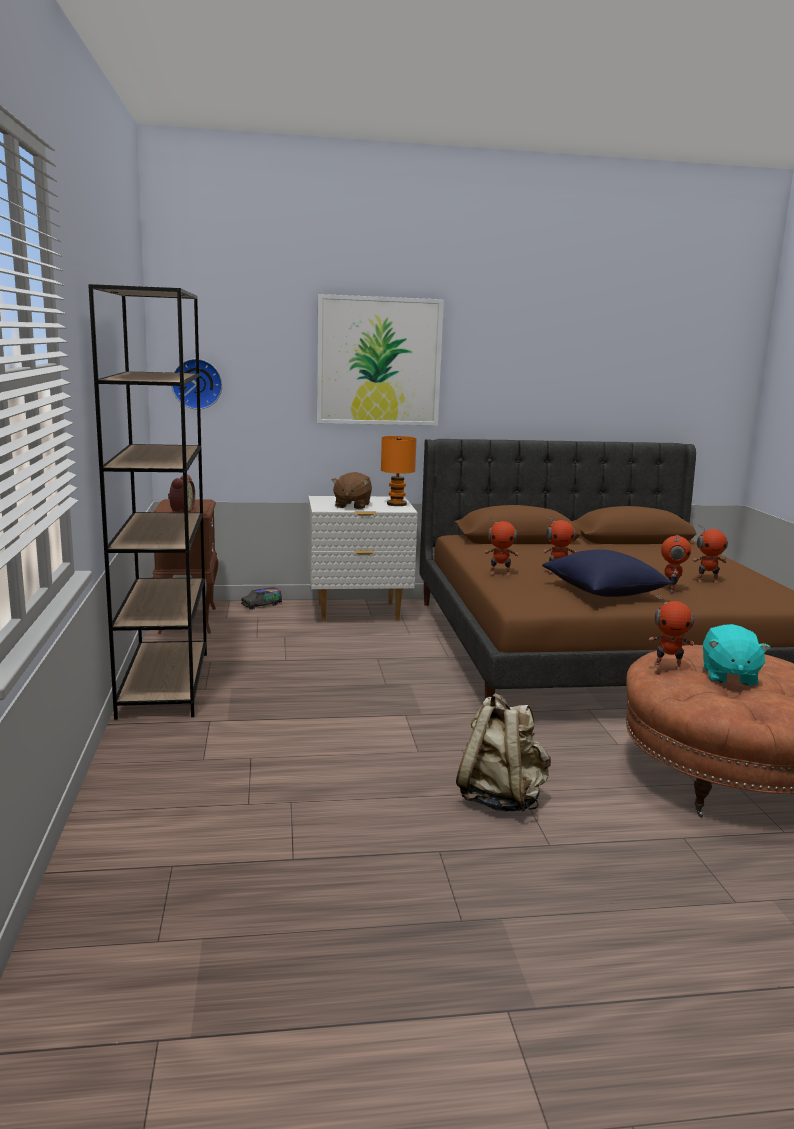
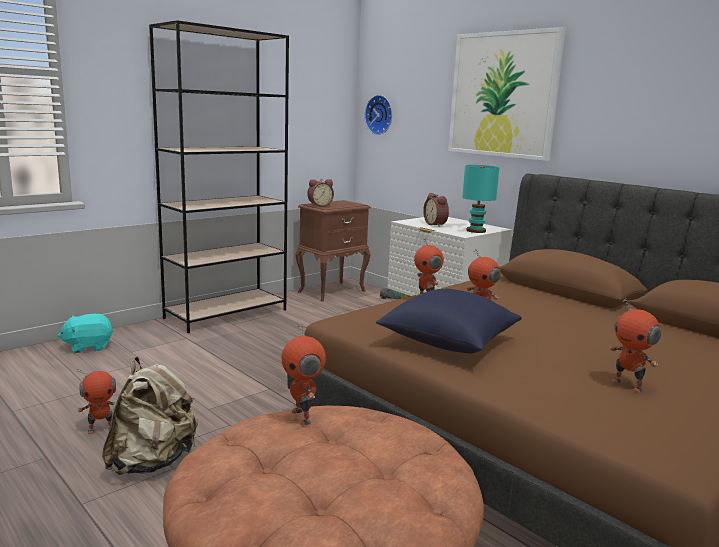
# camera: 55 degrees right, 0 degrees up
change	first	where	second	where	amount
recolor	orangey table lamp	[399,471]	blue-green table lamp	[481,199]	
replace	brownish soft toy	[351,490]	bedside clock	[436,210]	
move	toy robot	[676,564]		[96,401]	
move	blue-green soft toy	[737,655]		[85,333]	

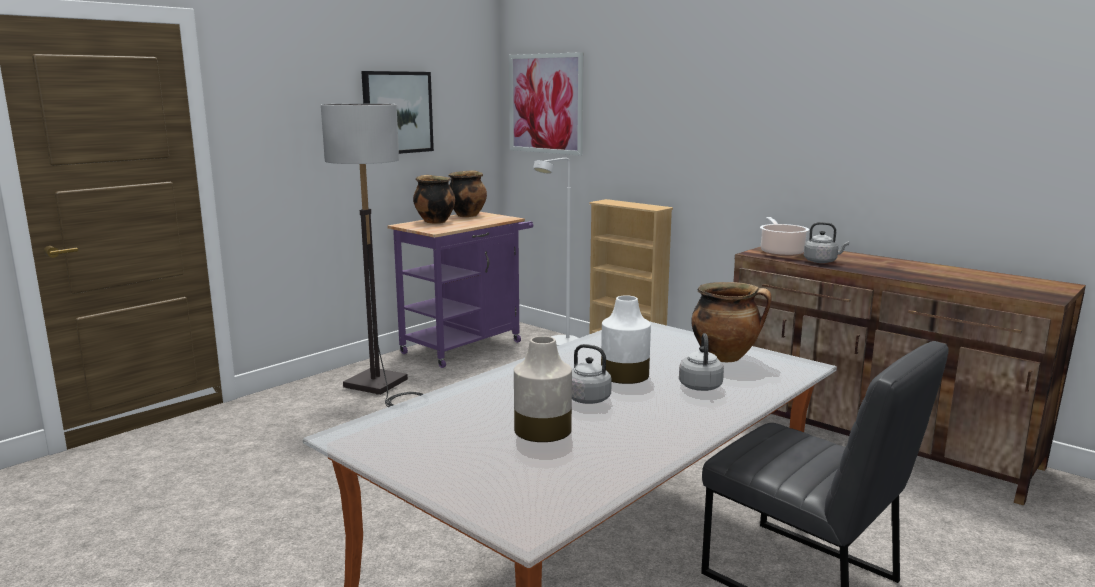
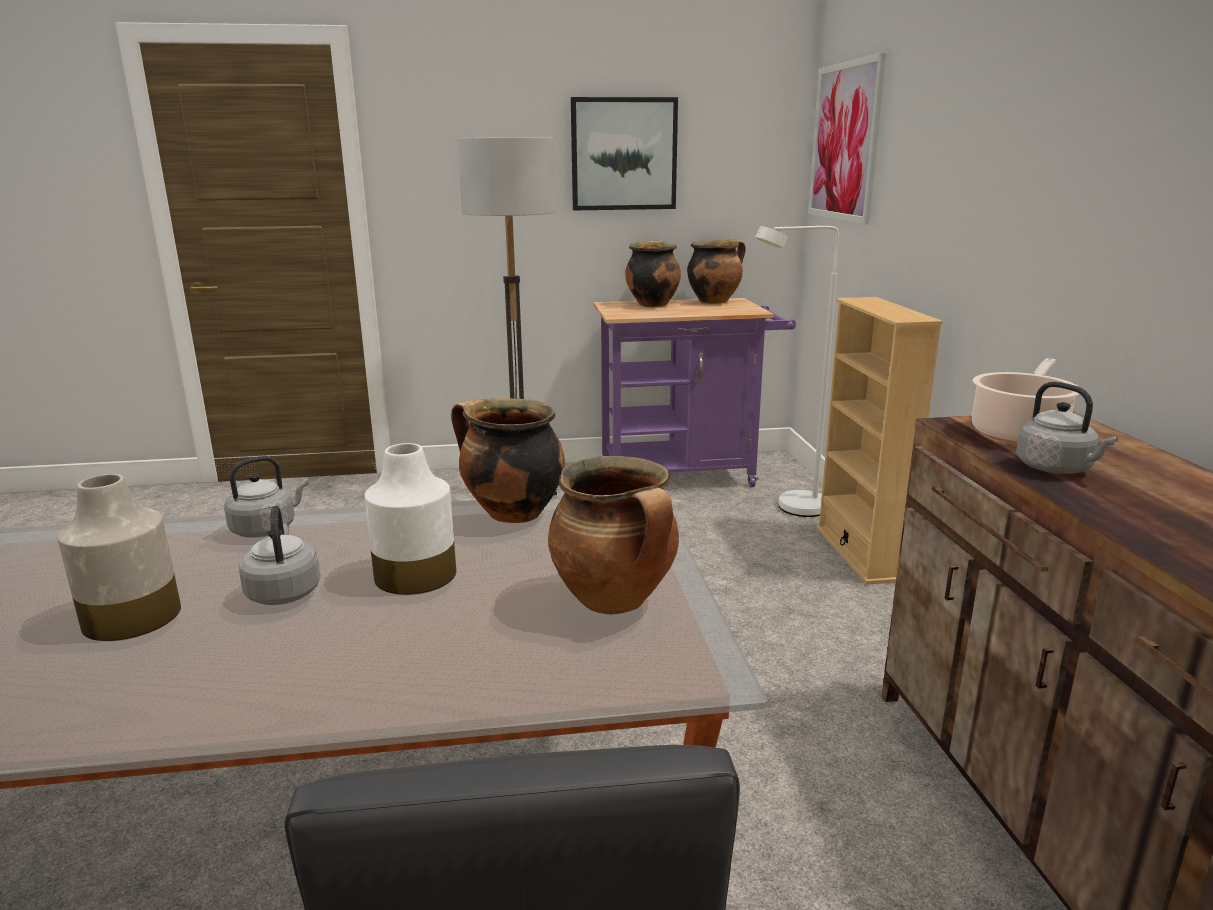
# camera: 40 degrees right, 5 degrees up
change	first	where	second	where	amount
move	grey water kettle	[701,362]		[266,497]	
insert			saucepot	[508,460]	

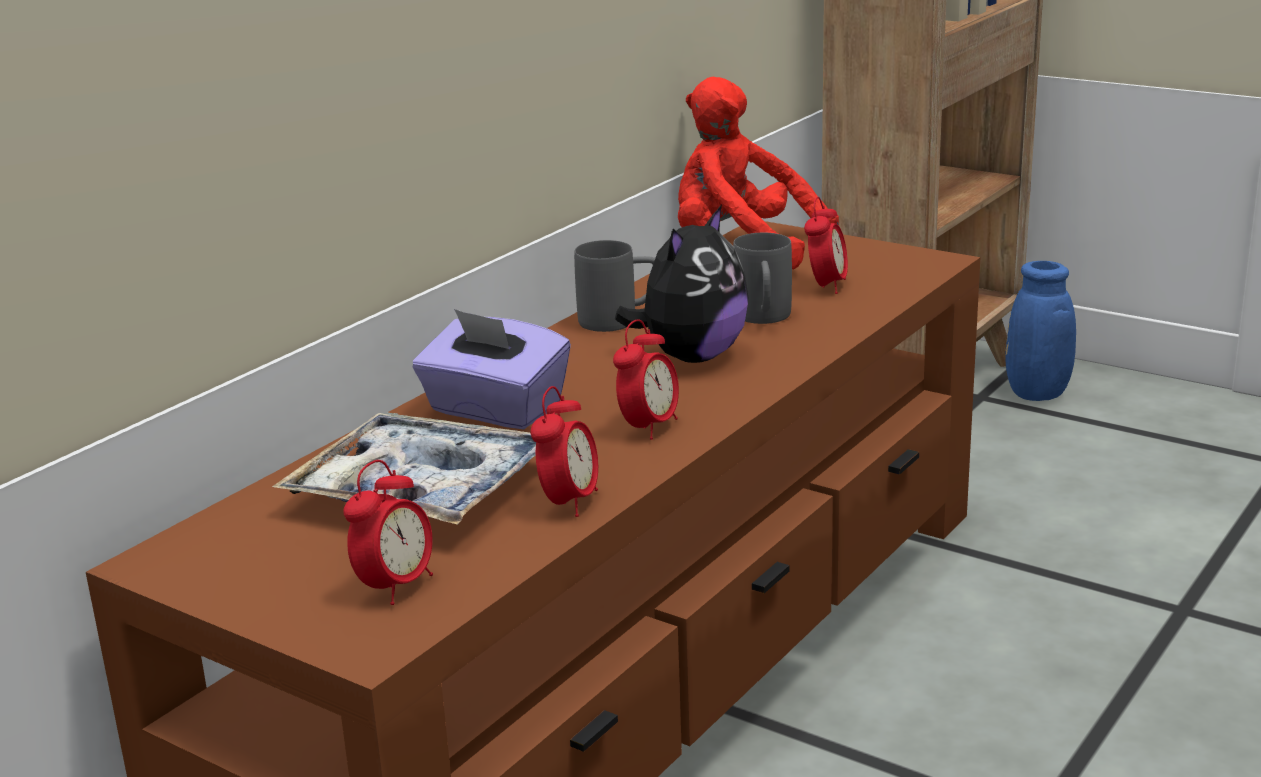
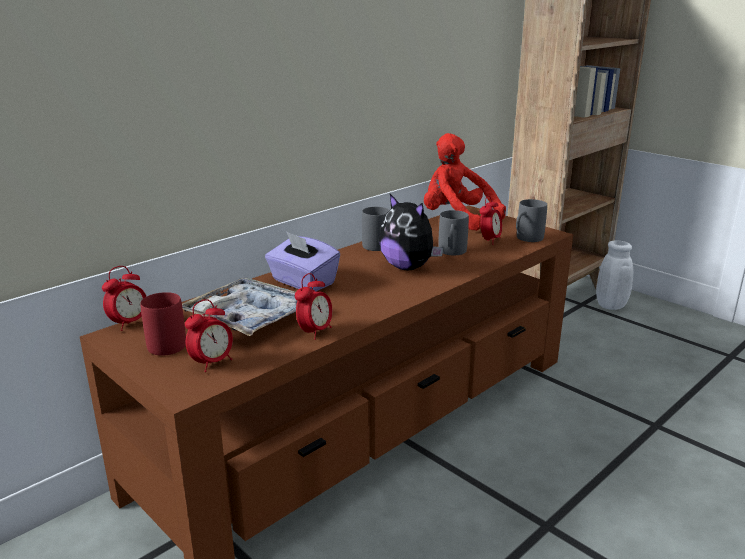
# camera: 10 degrees right, 0 degrees up
change	first	where	second	where	amount
rotate	soft toy	[681,284]		[411,232]	90 degrees clockwise
recolor	blue-coloured decorative vase	[1041,331]	white-coloured decorative vase	[614,275]	
move	bedside clock	[646,379]		[124,298]	
insert			grey coffee mug	[531,220]	
insert			red-coloured coffee mug	[163,324]	

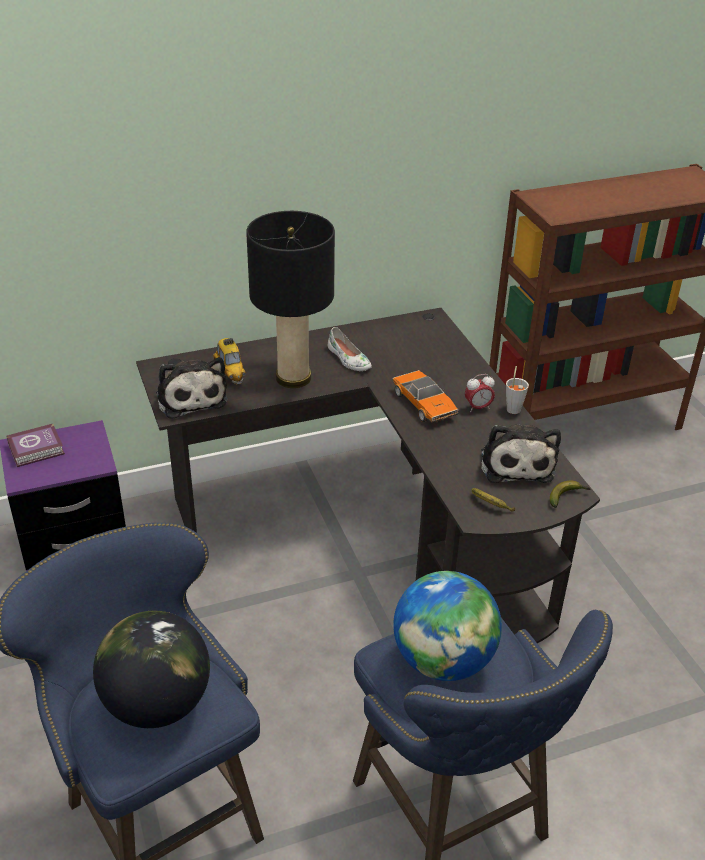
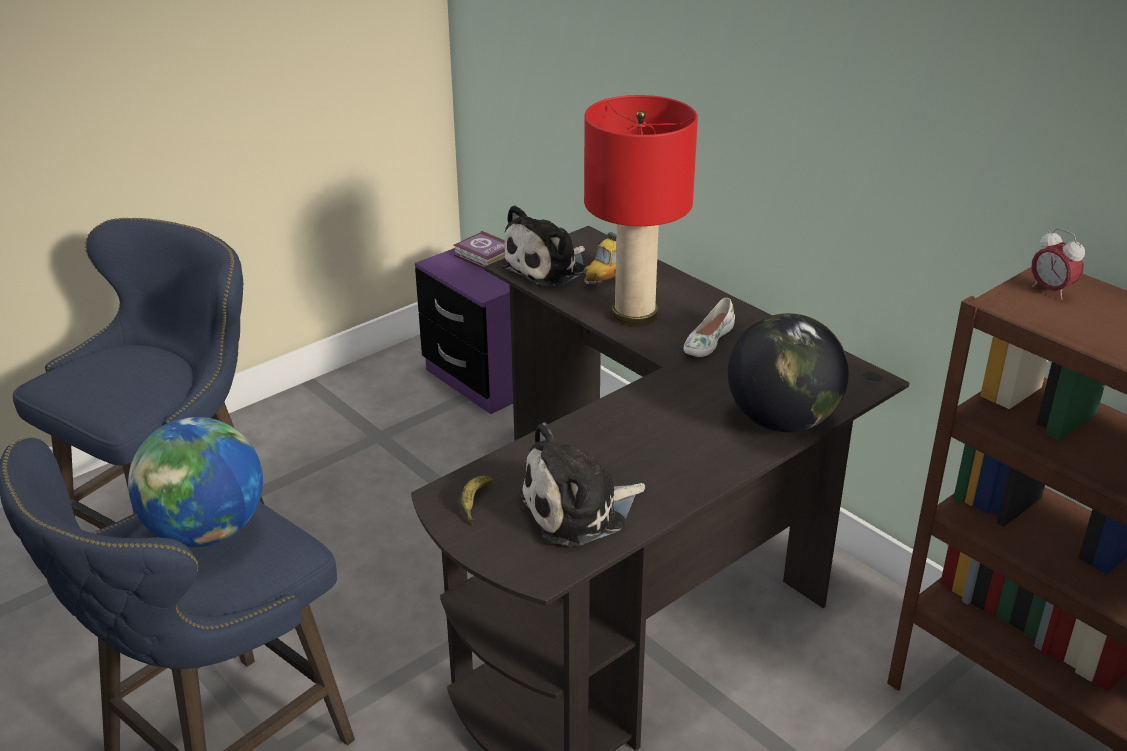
# camera: 70 degrees right, 5 degrees down
change	first	where	second	where	amount
recolor	blackish table lamp	[290,299]	red-coloured table lamp	[641,211]	
delete	grey small cup	[517,390]			
delete	miniature car	[426,396]			
move	bedside clock	[480,393]		[1058,264]	
delete	banana fruit	[570,494]			
move	world globe	[151,669]		[788,372]	

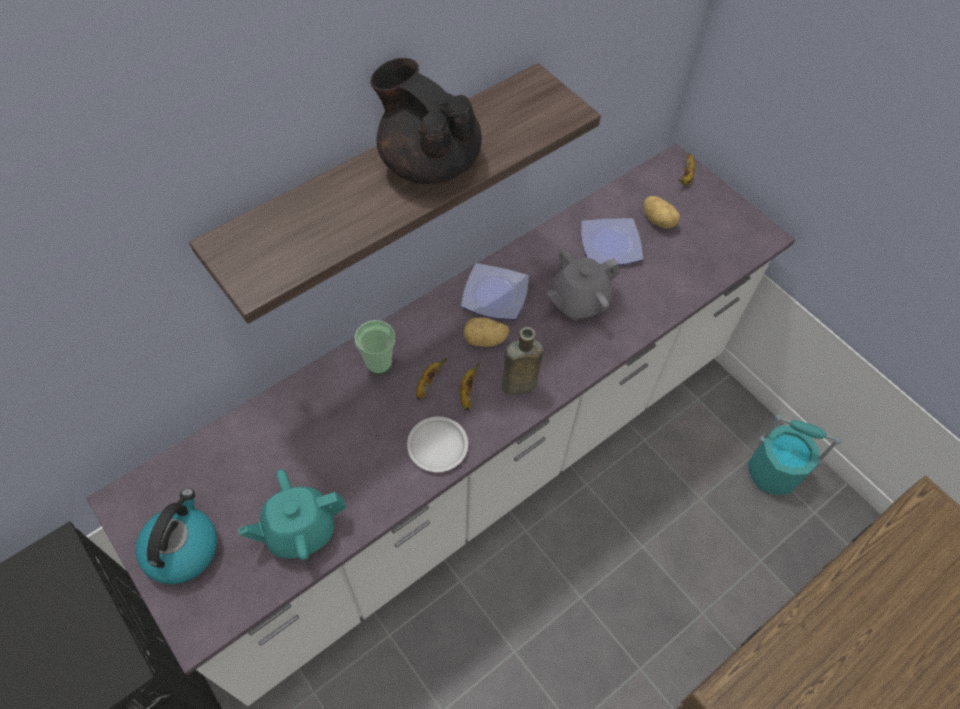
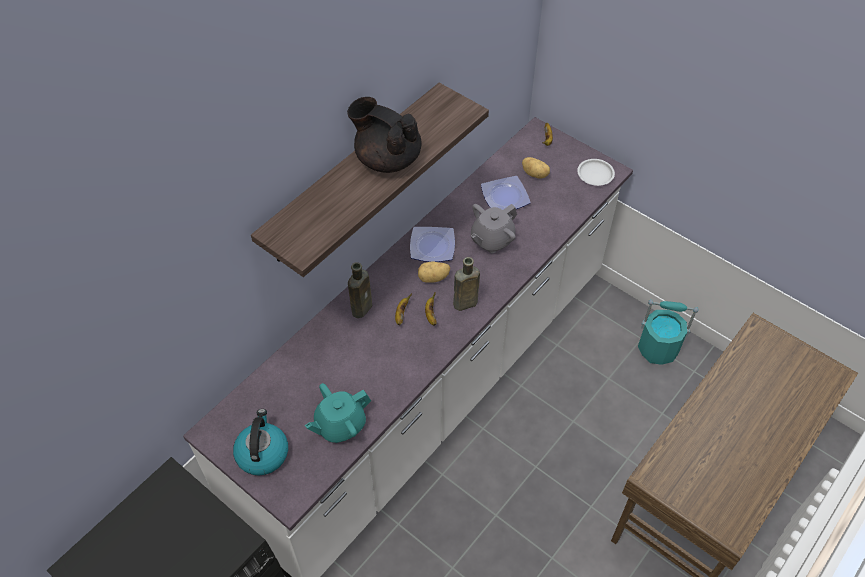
# camera: 10 degrees left, 5 degrees down
change	first	where	second	where	amount
replace	small cup	[375,347]	brownish beverage bottle	[360,290]	
move	white-coloured plate	[437,444]		[596,172]	

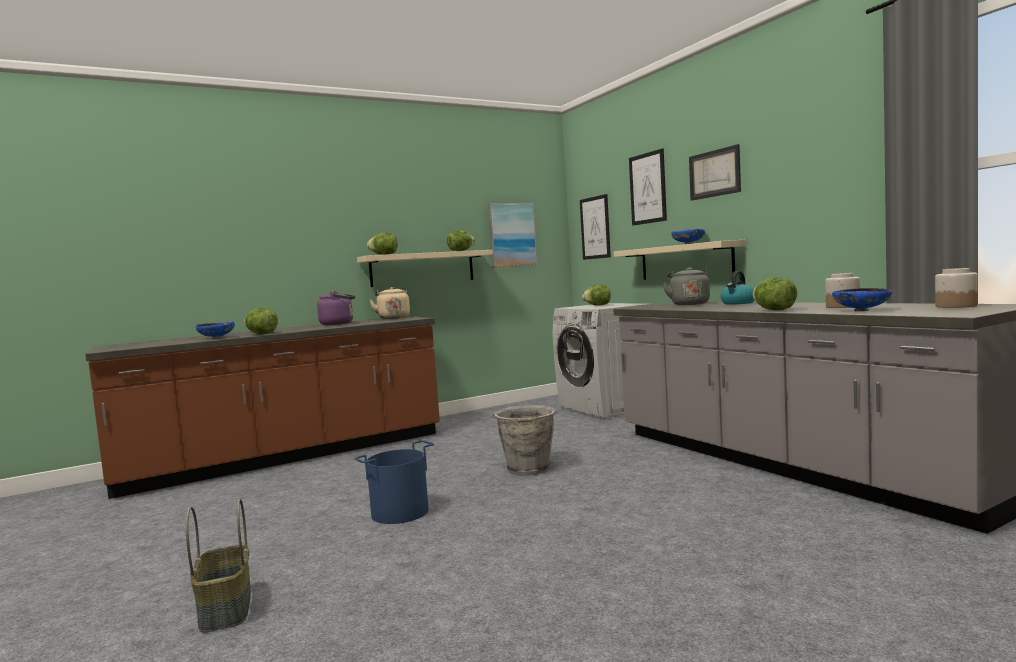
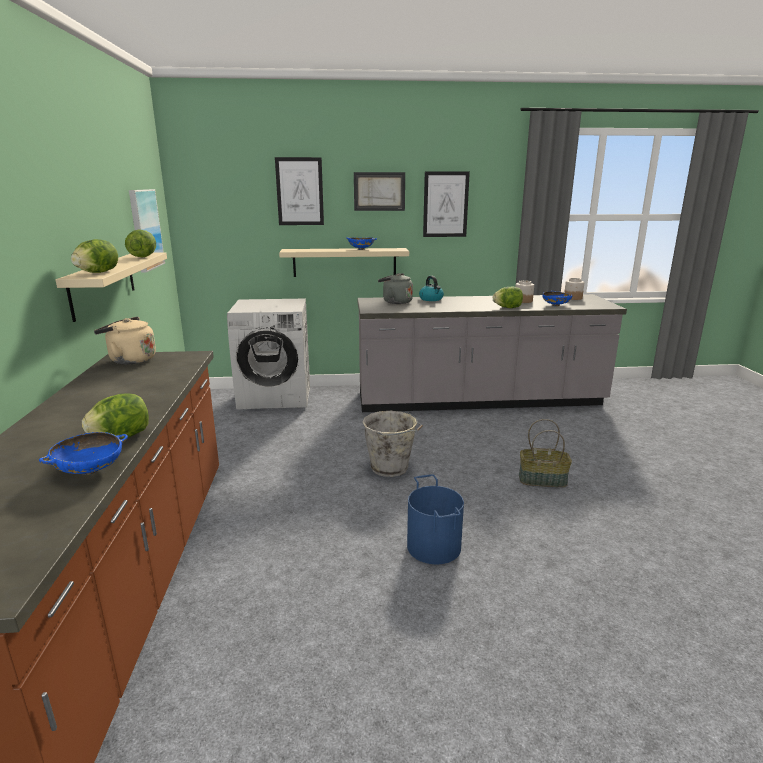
# camera: 65 degrees left, 15 degrees up
change	first	where	second	where	amount
move	wall picture	[595,227]		[446,204]	
delete	head of lettuce	[596,295]			
delete	purple-coloured water kettle	[336,308]			
move	basket	[218,565]		[545,453]	

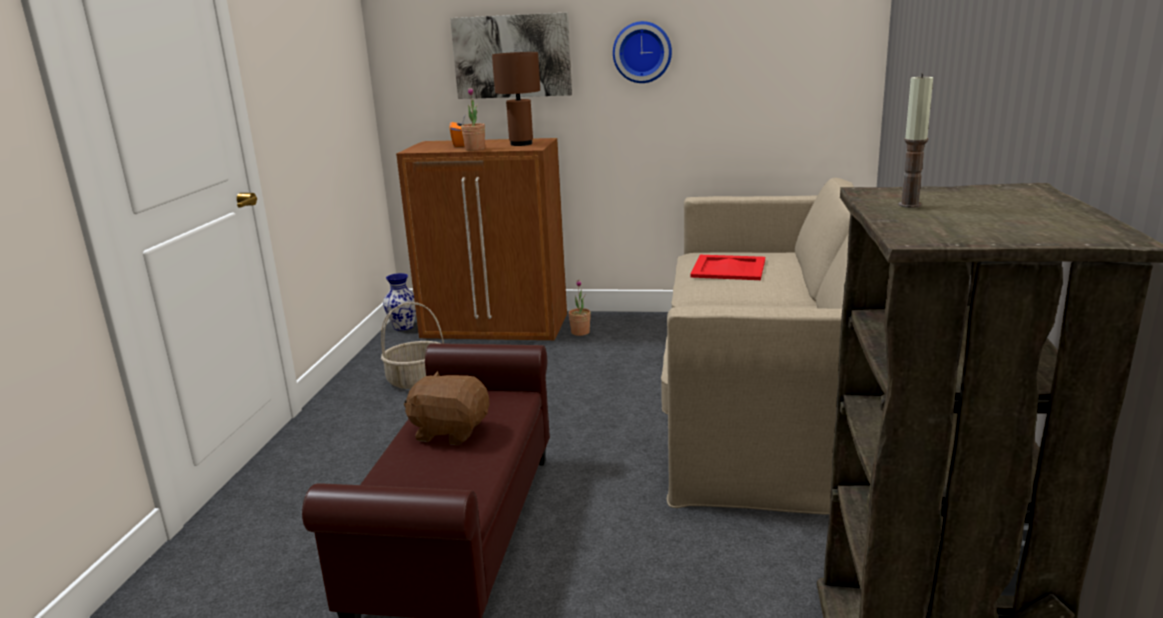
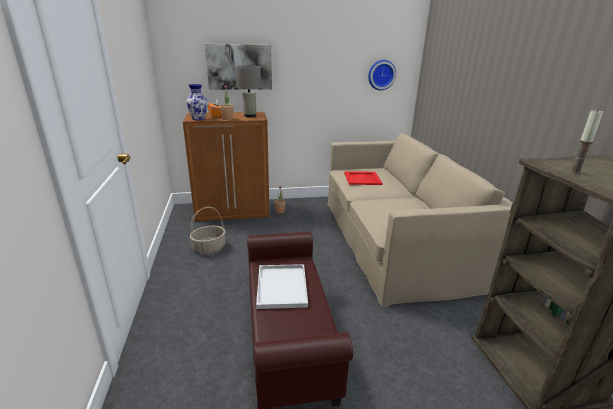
# camera: 20 degrees left, 5 degrees up
change	first	where	second	where	amount
move	hanging clock	[642,52]		[382,75]	
recolor	brownish table lamp	[516,99]	grey table lamp	[248,91]	
move	decorative vase	[399,302]		[197,102]	
replace	brownish soft toy	[447,408]	white-coloured serving tray	[282,286]	

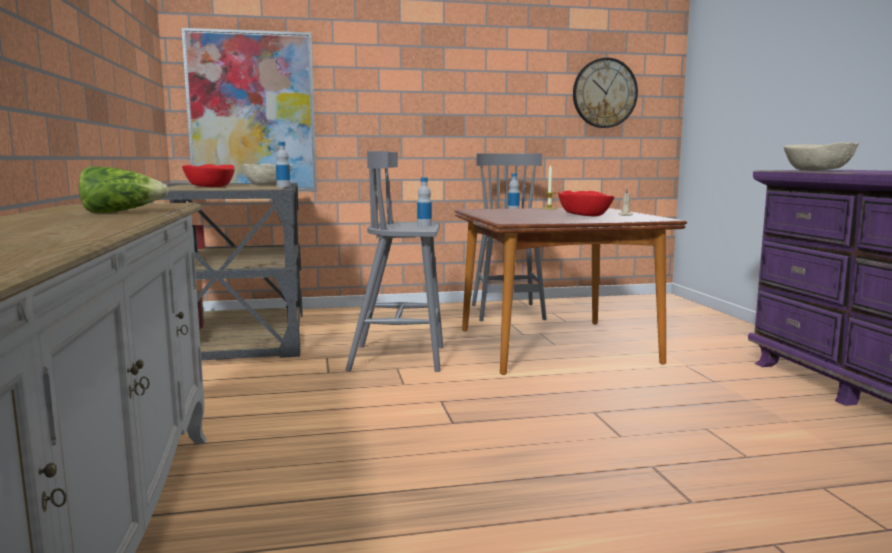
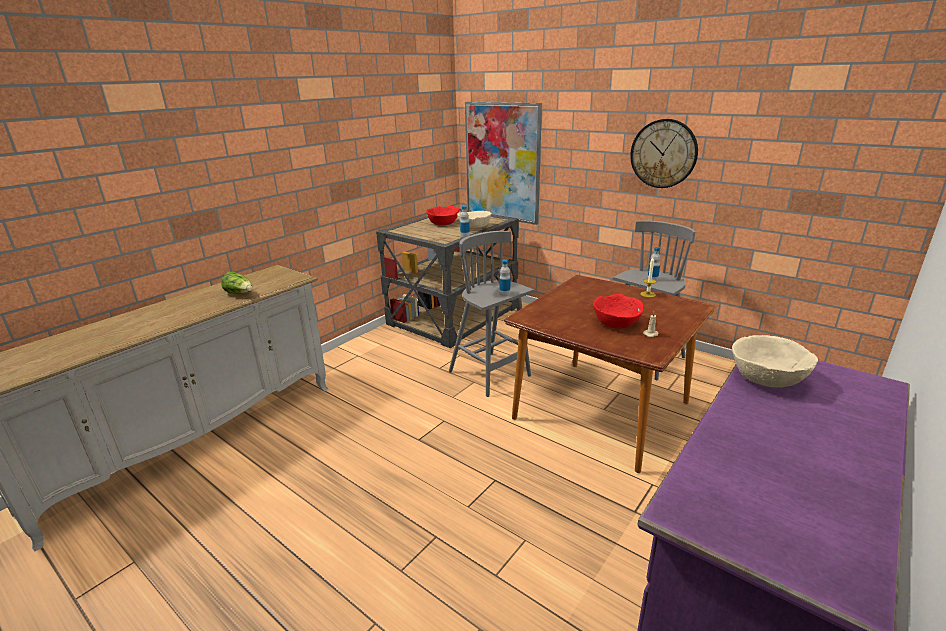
# camera: 50 degrees right, 15 degrees up
change	first	where	second	where	amount
move	hanging clock	[605,93]		[664,153]	

